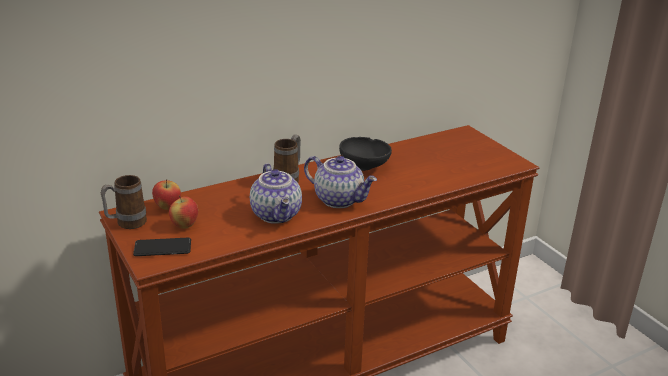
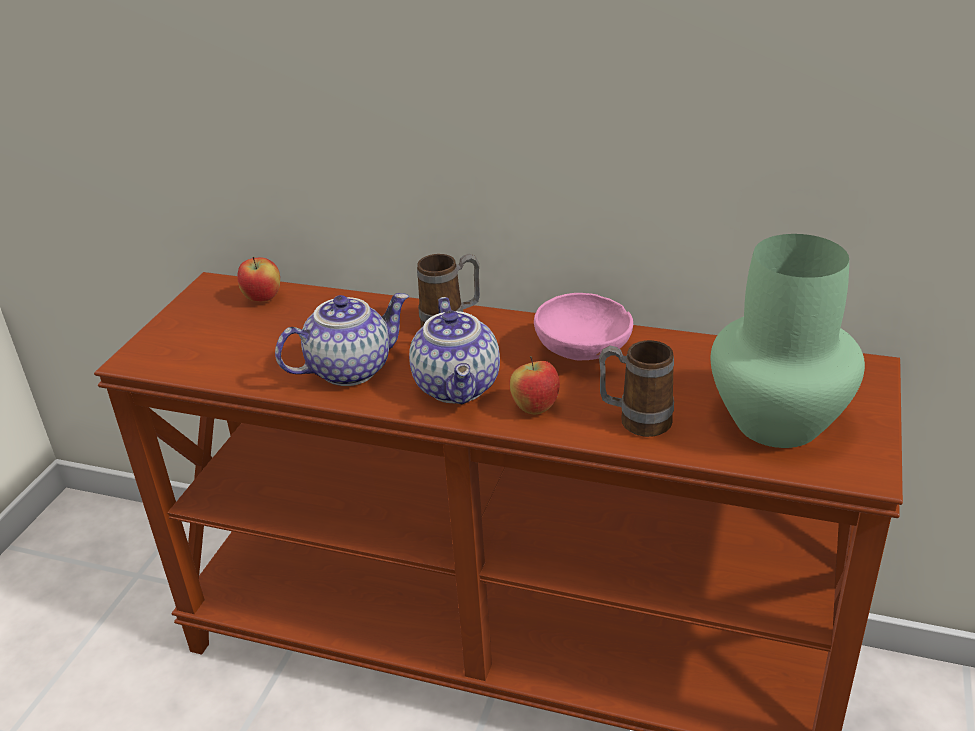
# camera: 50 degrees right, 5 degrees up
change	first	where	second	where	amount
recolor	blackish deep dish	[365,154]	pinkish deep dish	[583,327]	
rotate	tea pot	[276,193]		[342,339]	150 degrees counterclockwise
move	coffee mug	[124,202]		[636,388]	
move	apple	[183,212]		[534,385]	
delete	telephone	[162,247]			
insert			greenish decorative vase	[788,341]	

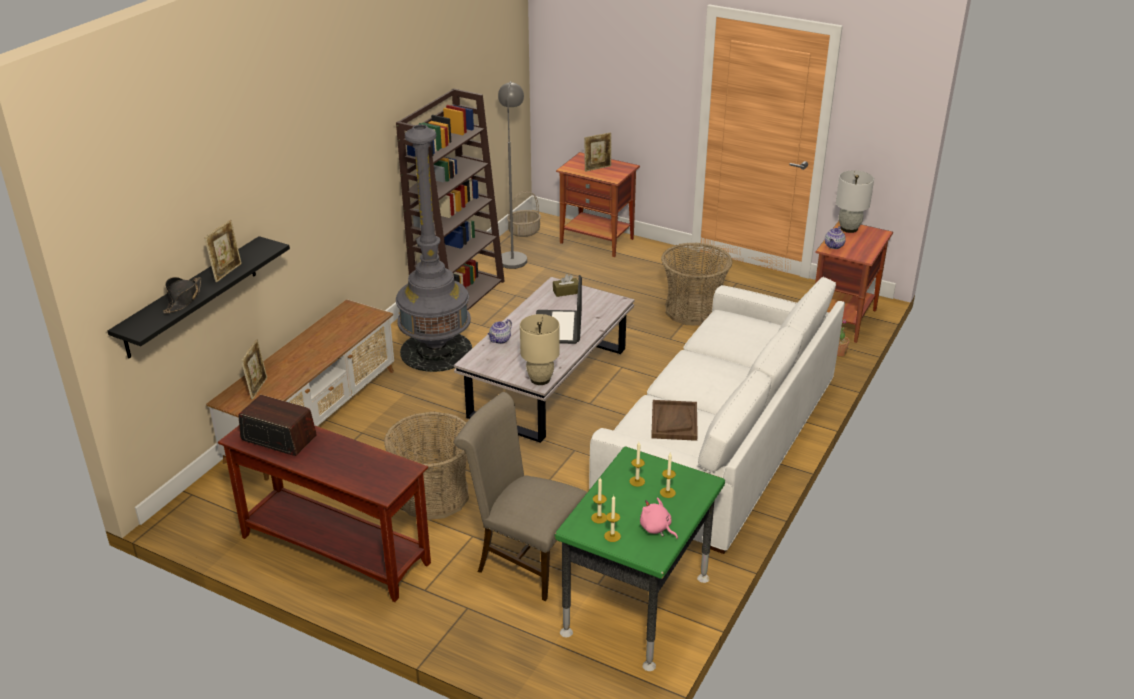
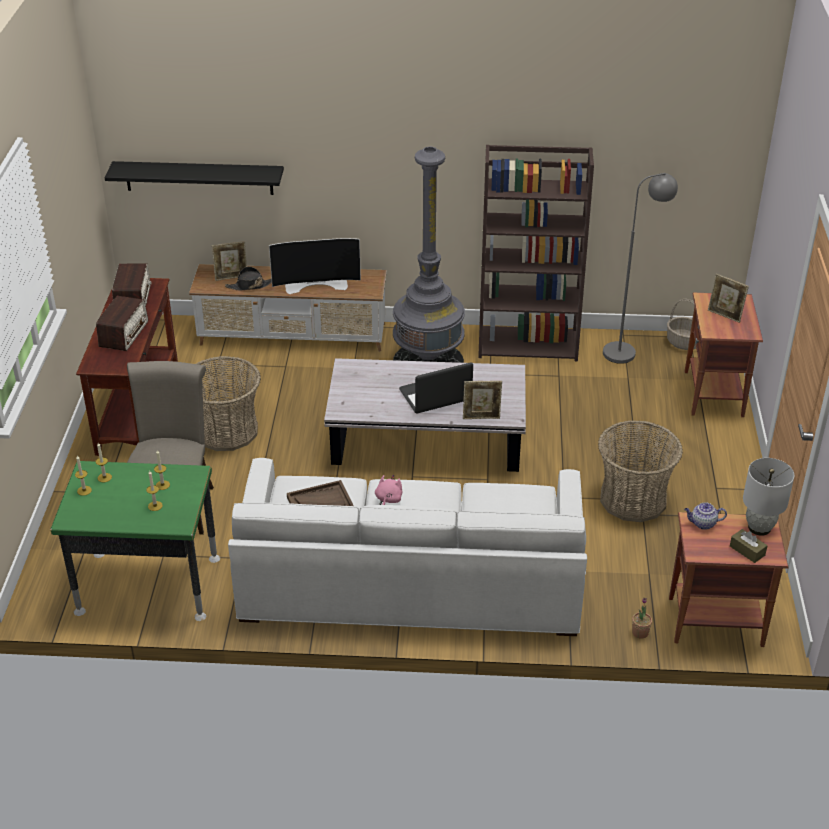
# camera: 65 degrees right, 5 degrees up
change	first	where	second	where	amount
move	photo frame	[223,251]		[482,400]	
move	brownish tissue box	[565,285]		[748,546]	
move	blackish wearable hat	[182,295]		[248,278]	
delete	sand-coloured table lamp	[540,349]			
delete	tea pot	[500,331]			
move	pinkish soft toy	[659,518]		[389,489]	
insert			television	[315,266]	
insert			radio set	[122,323]	

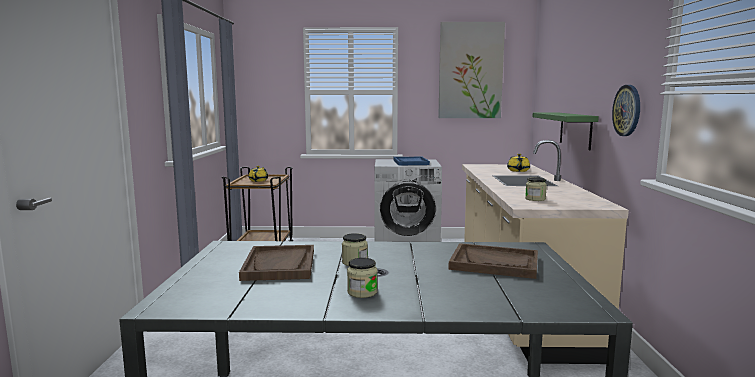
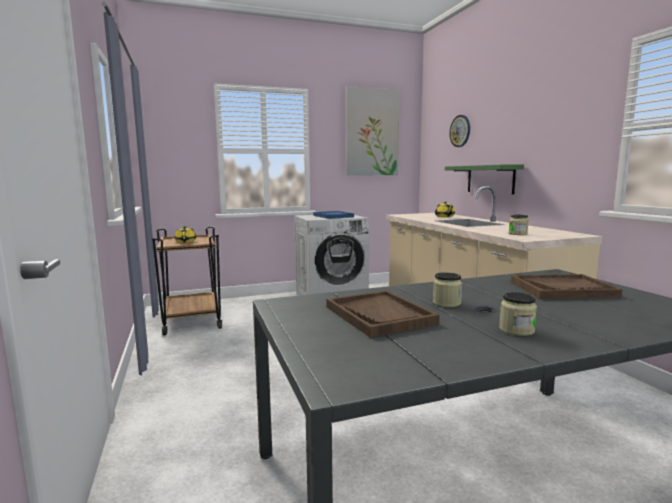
# camera: 20 degrees left, 0 degrees up
change	first	where	second	where	amount
move	hanging clock	[626,110]		[460,131]	

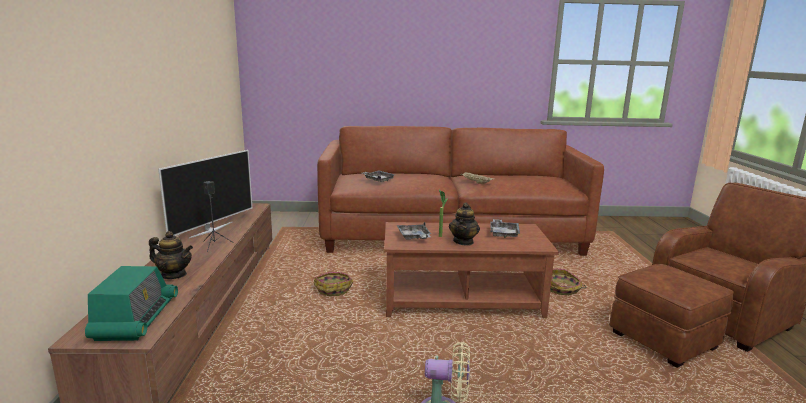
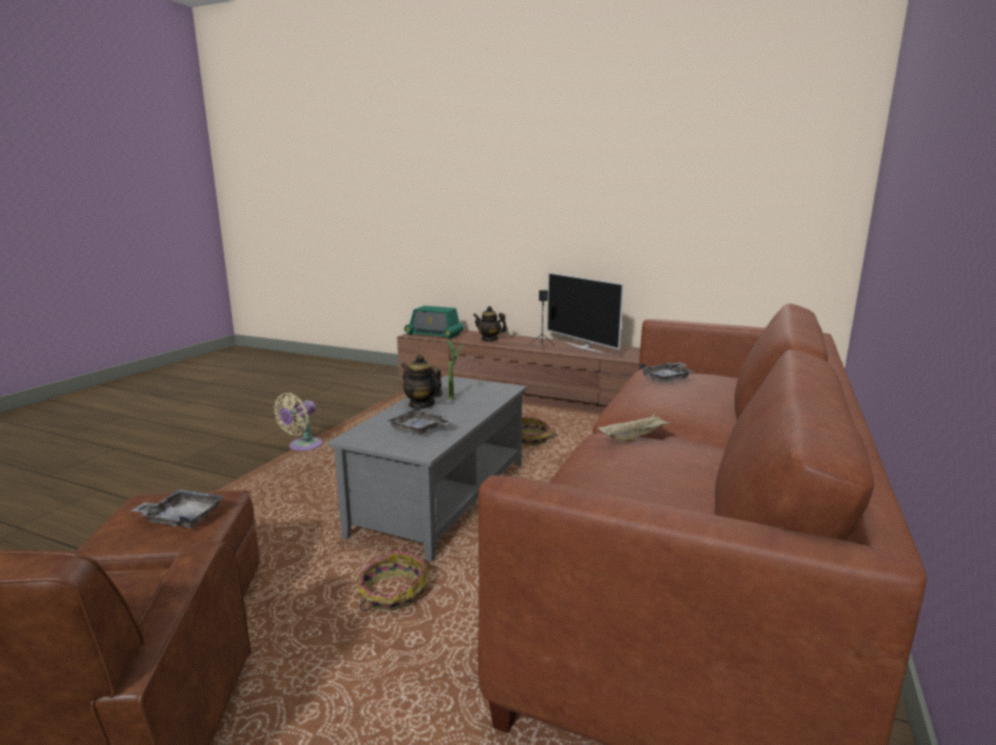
# camera: 115 degrees right, 0 degrees up
change	first	where	second	where	amount
recolor	brownish low table	[471,270]	grey low table	[427,469]	
move	grey serving tray	[414,231]		[178,508]	
rotate	tea pot	[171,255]		[490,324]	75 degrees clockwise

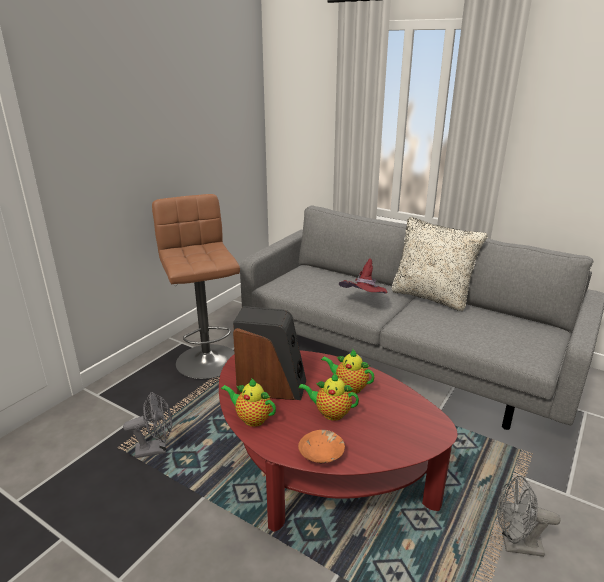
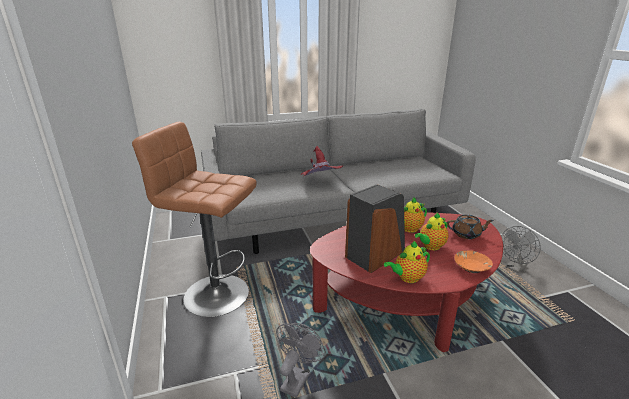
# camera: 50 degrees left, 0 degrees up
change	first	where	second	where	amount
delete	sand-coloured pillow	[440,264]			
insert			brownish tea pot	[470,226]	

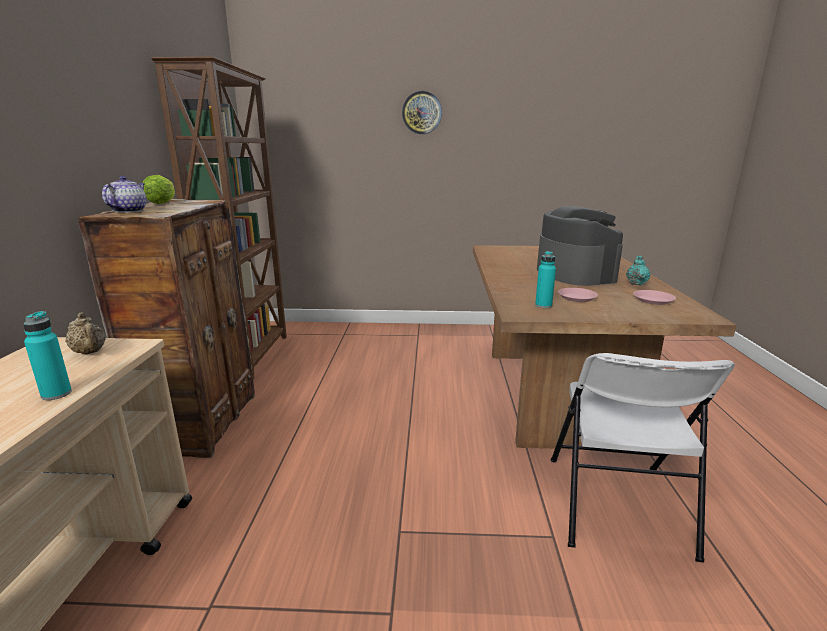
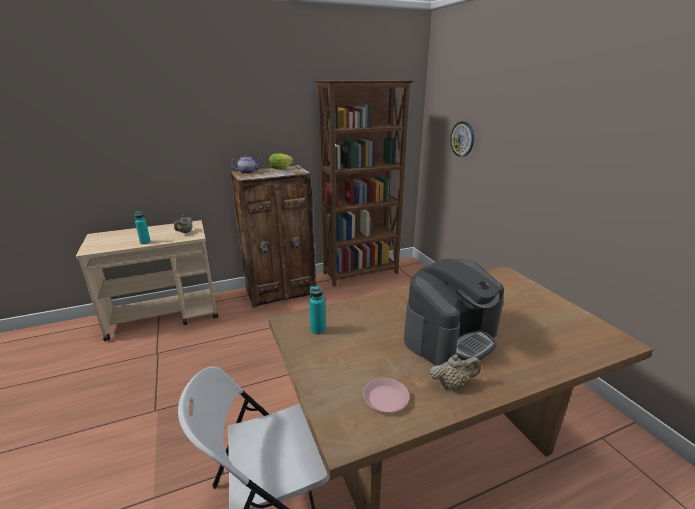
# camera: 65 degrees right, 5 degrees up
change	first	where	second	where	amount
move	hanging clock	[422,112]		[462,139]	
recolor	blue-green tea pot	[638,270]	sand-coloured tea pot	[455,371]	
delete	pinkish plate	[578,295]			

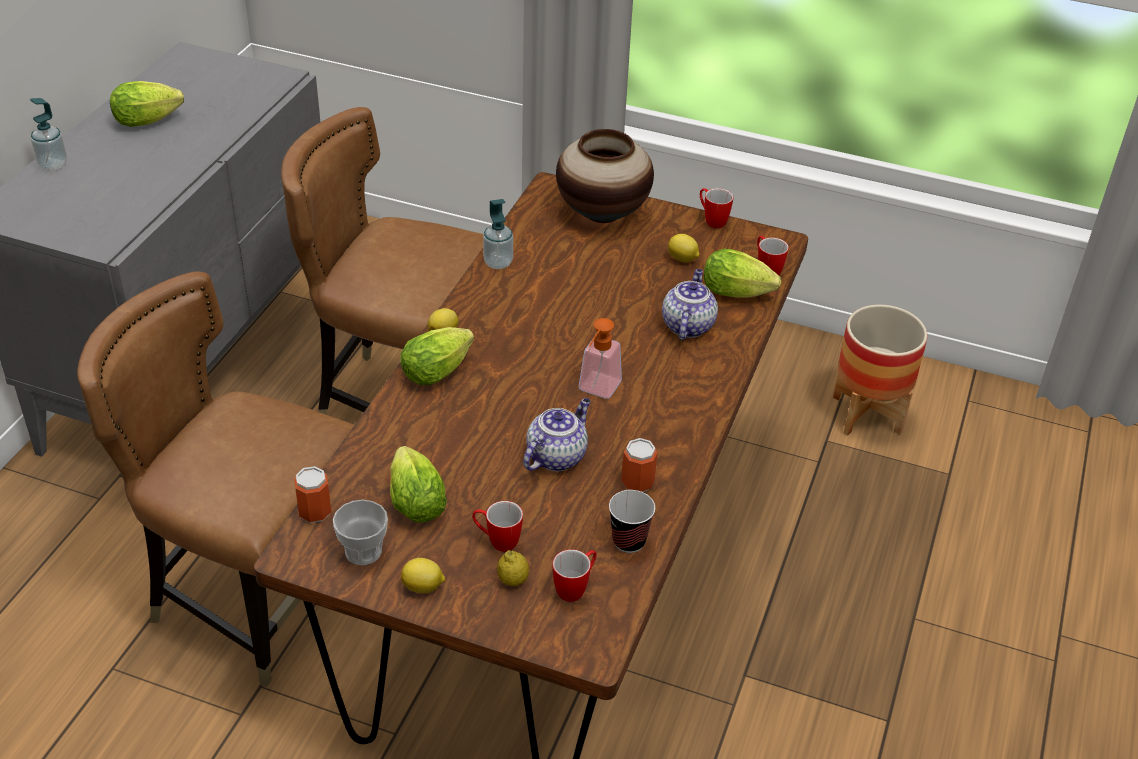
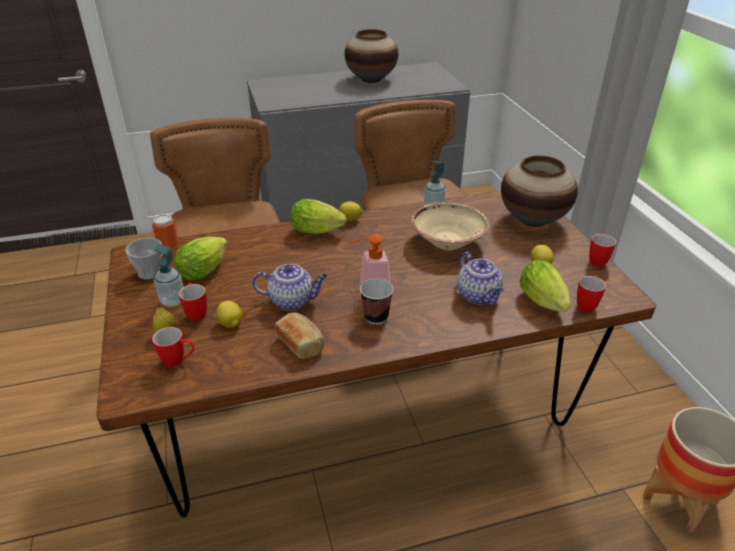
# camera: 55 degrees right, 5 degrees down
change	first	where	second	where	amount
replace	head of lettuce	[147,104]	decorative vase	[371,56]	
move	liquid soap bottle	[48,134]		[168,275]	
rotate	tea pot	[690,304]		[480,278]	90 degrees clockwise
replace	can	[639,465]	bread	[299,335]	
move	small cup	[632,521]		[376,301]	
move	whole lemon	[423,575]		[229,314]	
insert			sand-coloured deep dish	[450,226]	

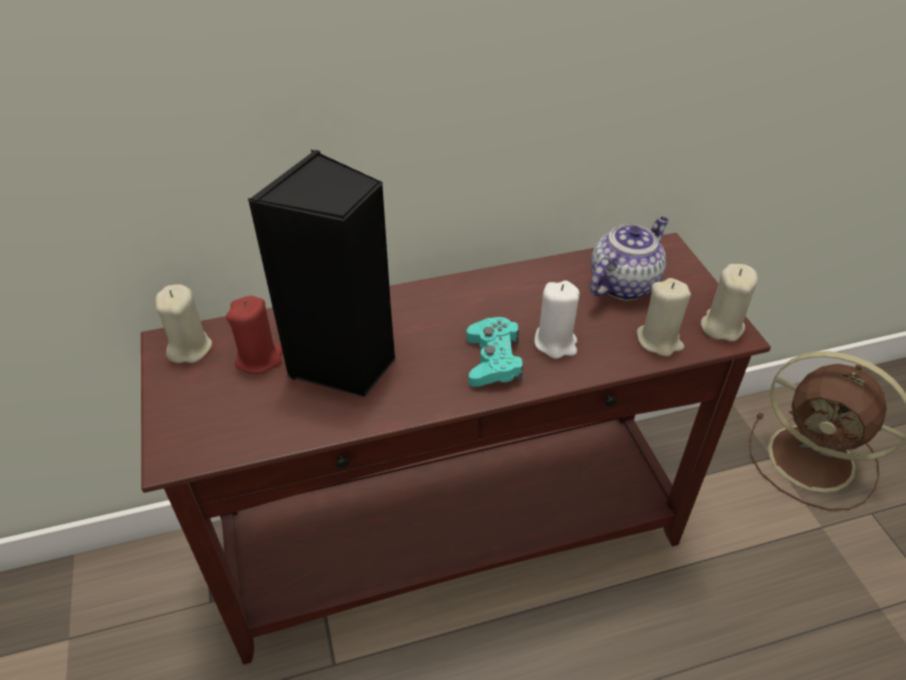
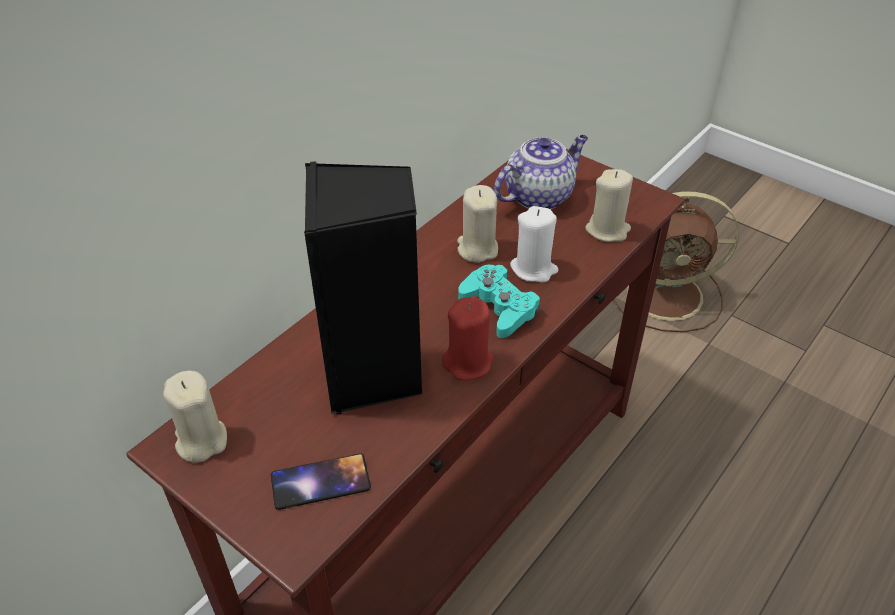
# camera: 35 degrees left, 0 degrees up
change	first	where	second	where	amount
rotate	tea pot	[629,259]		[541,172]	45 degrees clockwise
move	sand-coloured candle	[729,302]		[477,224]	
move	red-coloured candle	[254,335]		[467,338]	
insert			telephone	[321,481]	

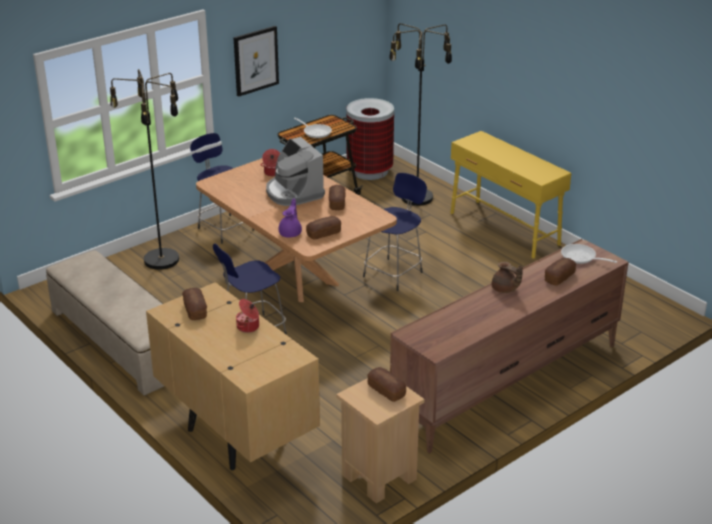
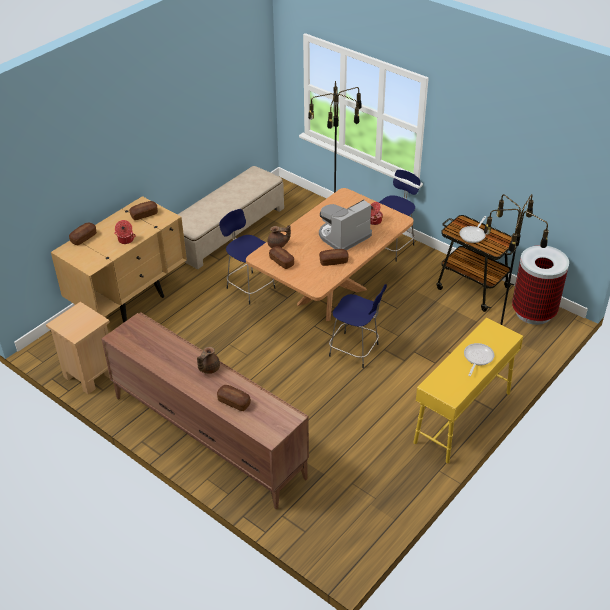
# camera: 80 degrees right, 10 degrees up
change	first	where	second	where	amount
delete	wall picture	[256,61]			
recolor	purple-coloured tea pot	[290,218]	brownish tea pot	[279,236]	
move	frying pan	[589,254]		[479,359]	
move	bread	[386,384]		[83,234]	

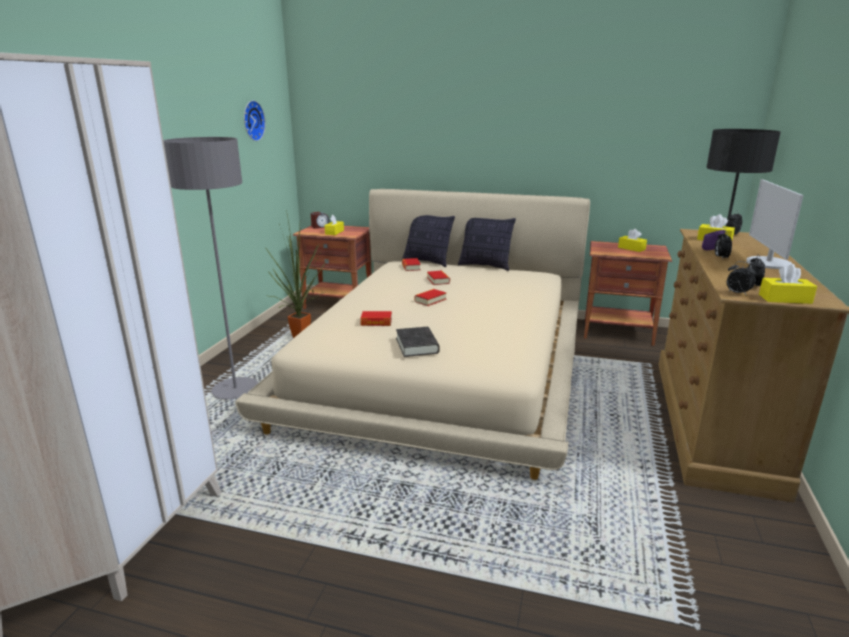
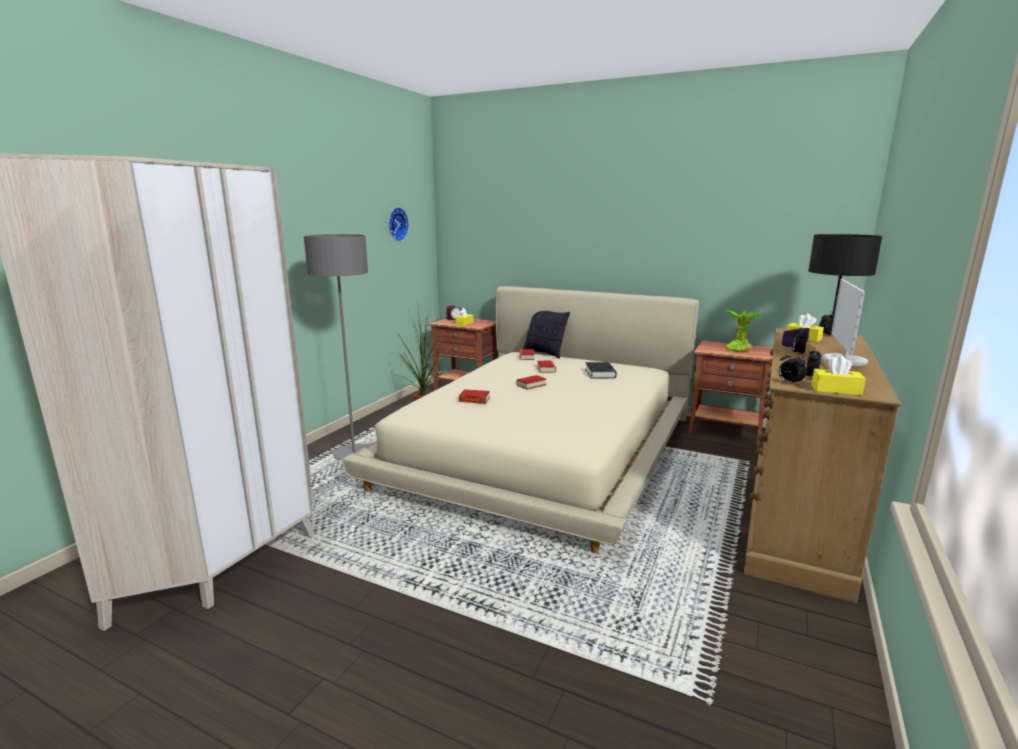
# camera: 10 degrees right, 5 degrees down
change	first	where	second	where	amount
delete	pillow	[487,244]			
replace	yellow tissue box	[632,240]	potted plant	[744,330]	
move	blackish volume	[418,342]		[601,370]	

